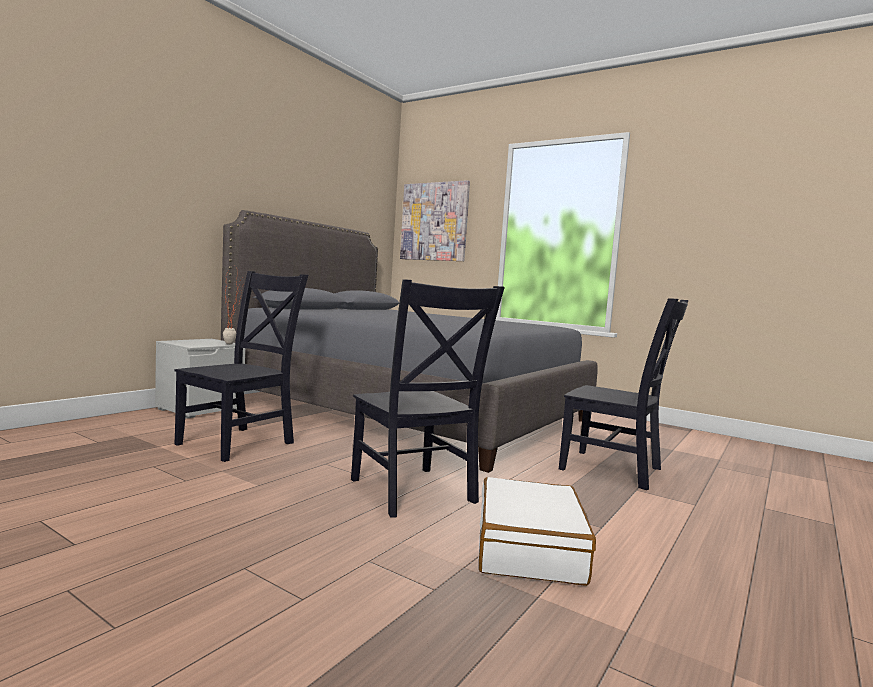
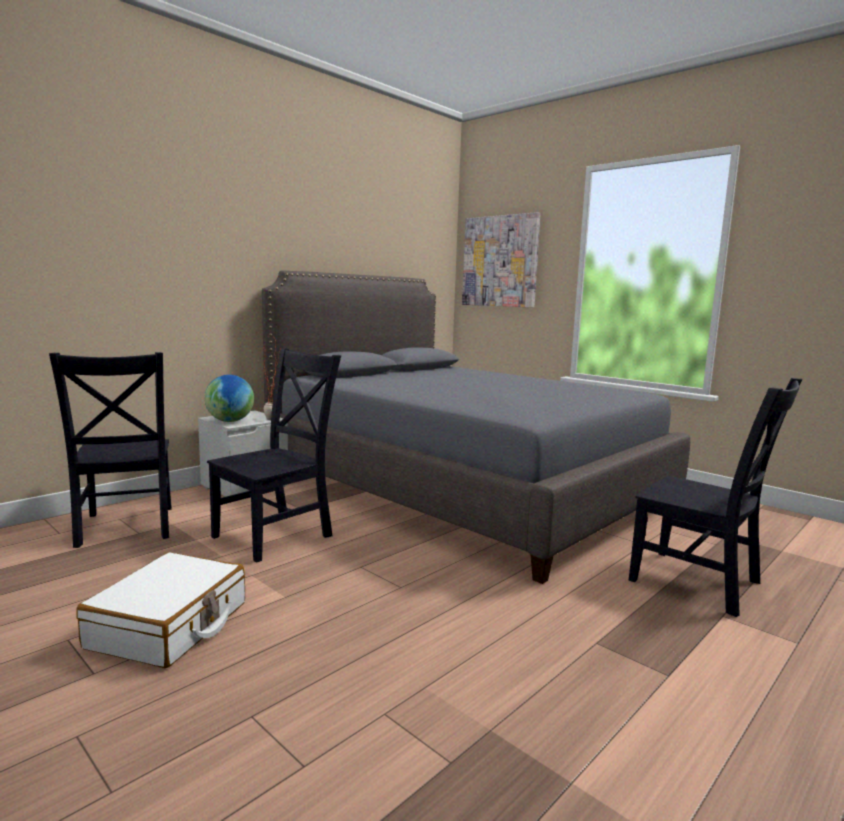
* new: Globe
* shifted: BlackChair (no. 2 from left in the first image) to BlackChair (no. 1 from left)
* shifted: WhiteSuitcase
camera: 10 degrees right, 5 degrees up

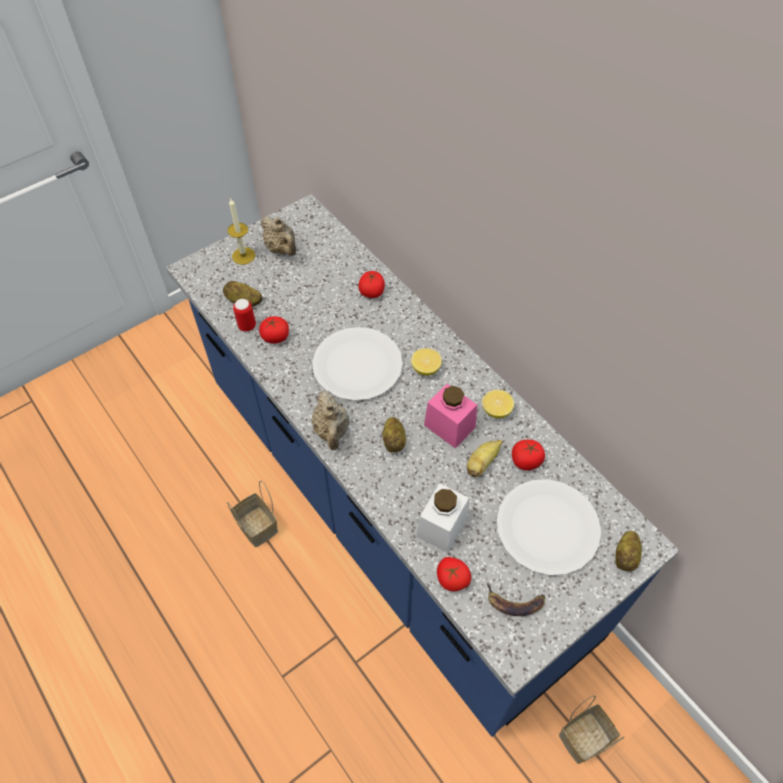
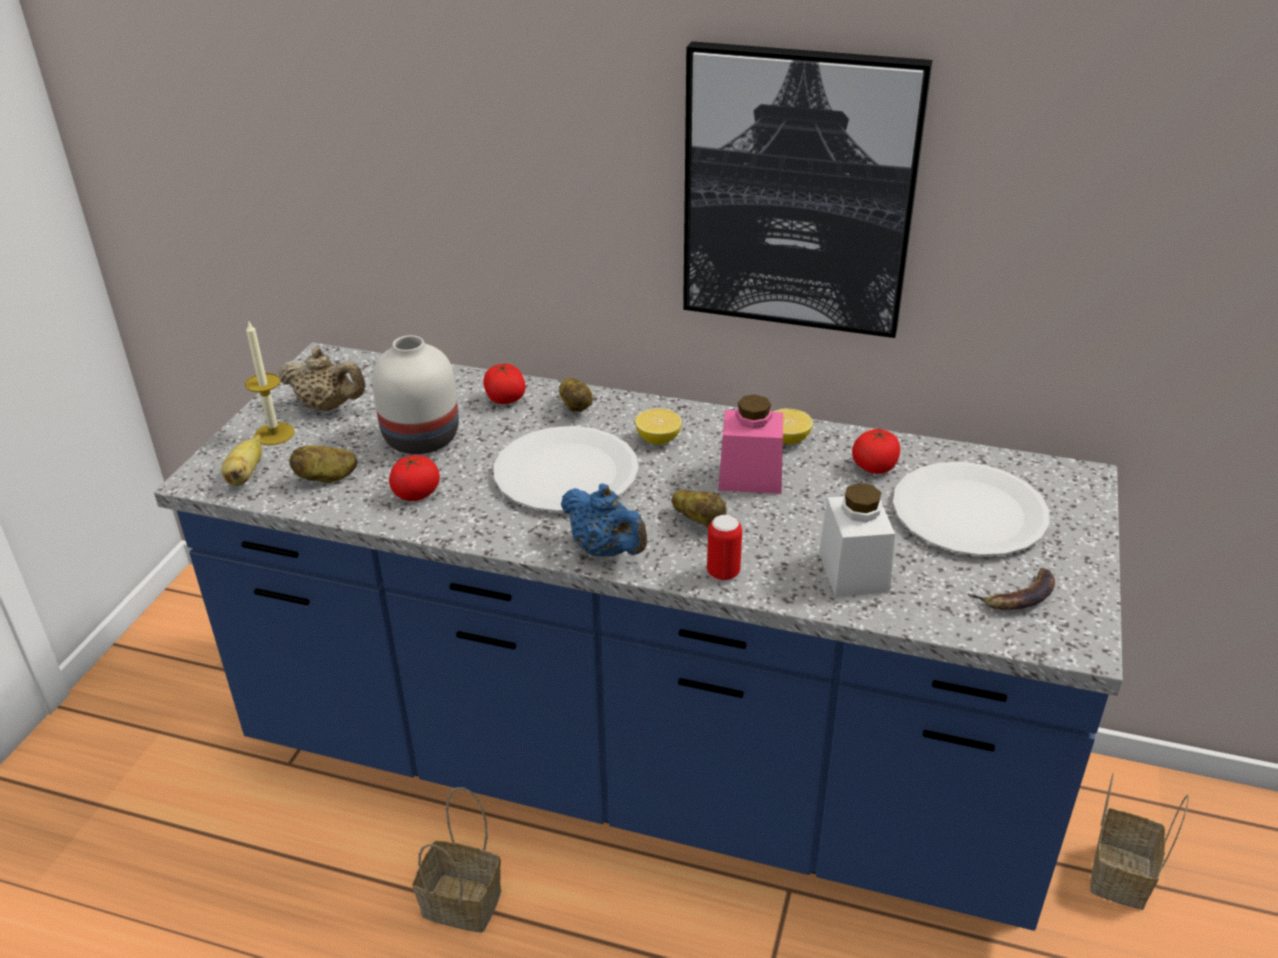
* gone: Tomato (no. 3 from left)
* new: WhiteVase
* new: Picture
* shifted: Can
* shifted: Banana (no. 1 from left)
* shifted: Potato (no. 3 from left in the first image) to Potato (no. 2 from left)
* repainted: BeigeTeapot (no. 2 from left) to BlueTeapot
camera: 35 degrees left, 20 degrees down

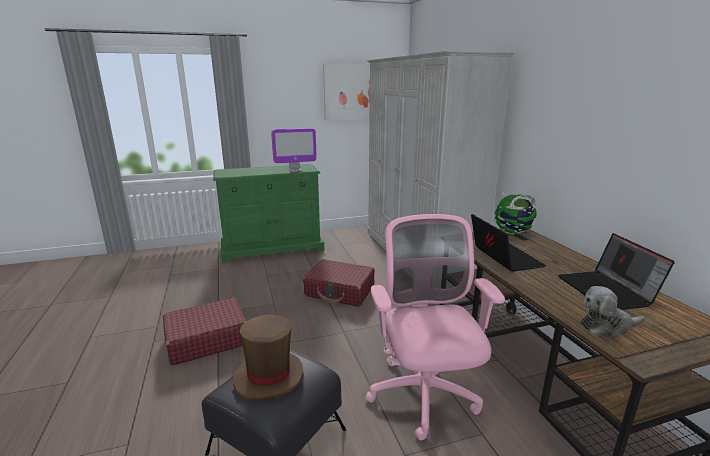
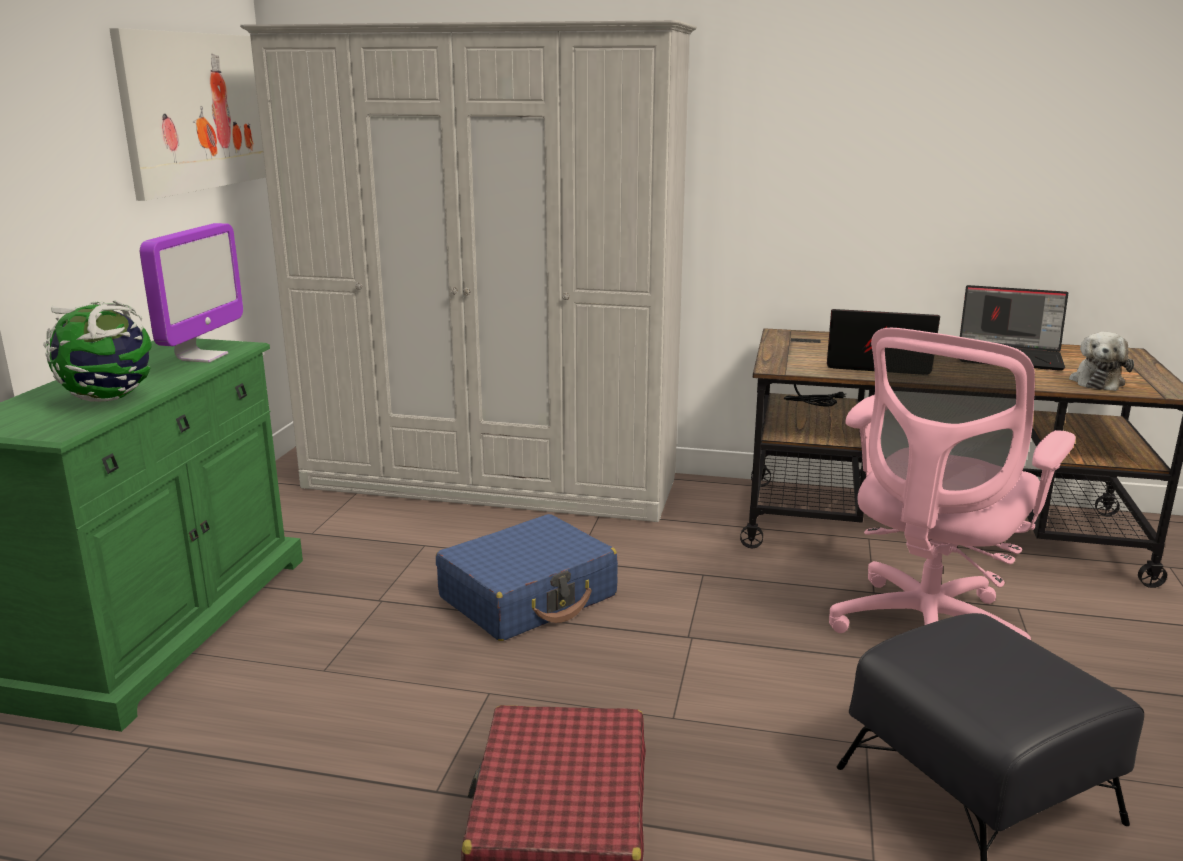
* gone: BrownHat
* shifted: Globe
* repainted: RedSuitcase (no. 2 from left) to BlueSuitcase
* rotated: PinkOfficeChair 75 degrees counterclockwise
camera: 60 degrees left, 0 degrees up

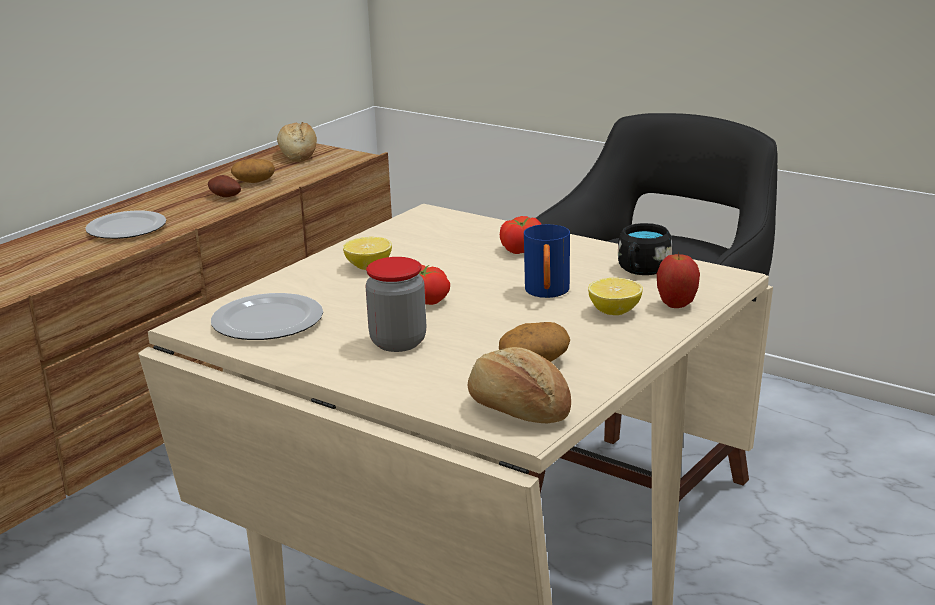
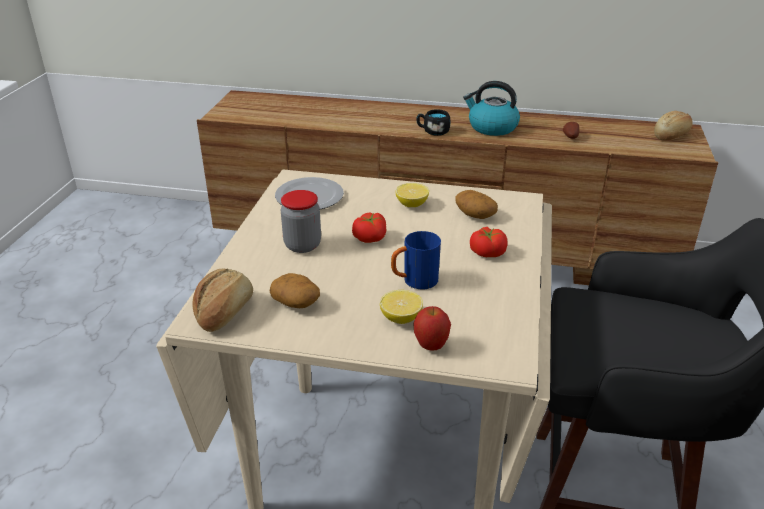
* shifted: Potato (no. 2 from left)
* shifted: BlackMug
* swapped: Plate (no. 1 from left) to Kettle
camera: 65 degrees right, 10 degrees up

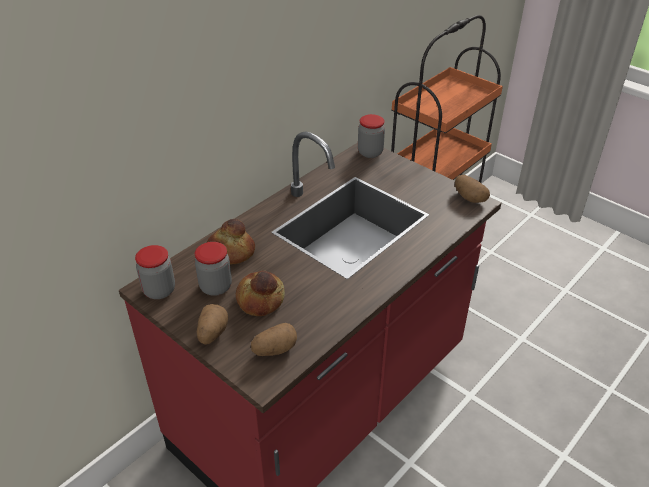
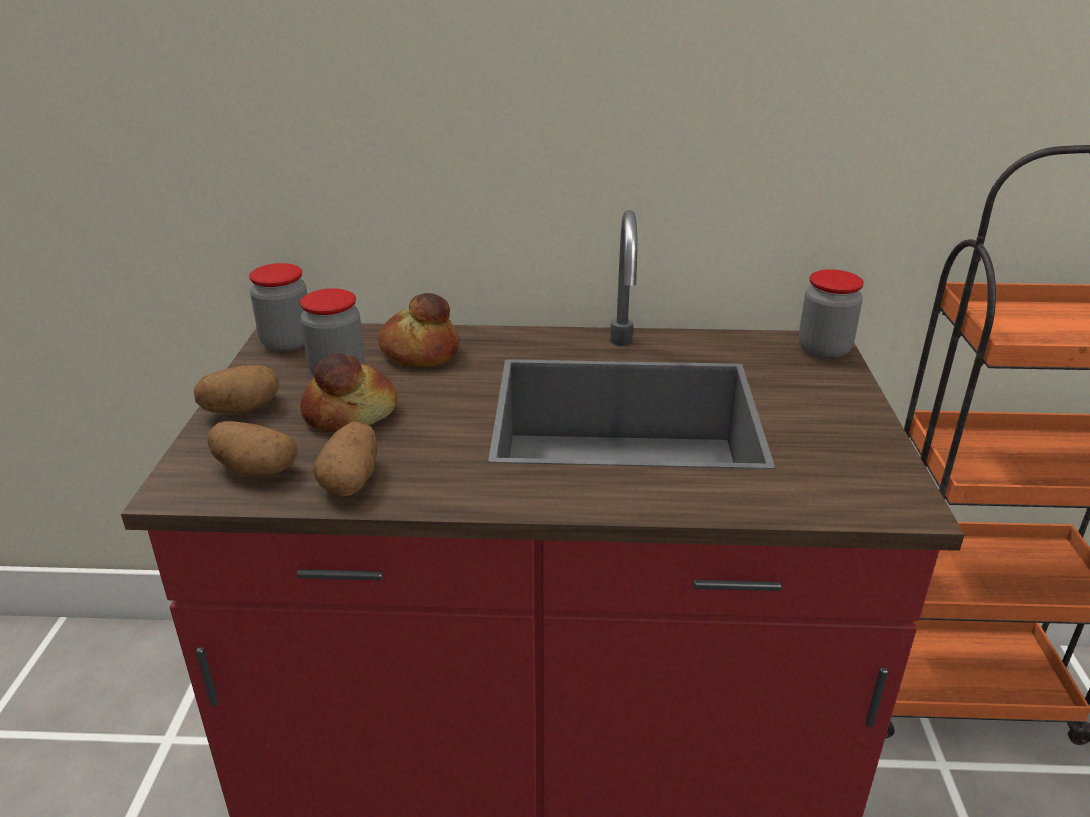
* shifted: Potato (no. 3 from left)
camera: 50 degrees right, 10 degrees down

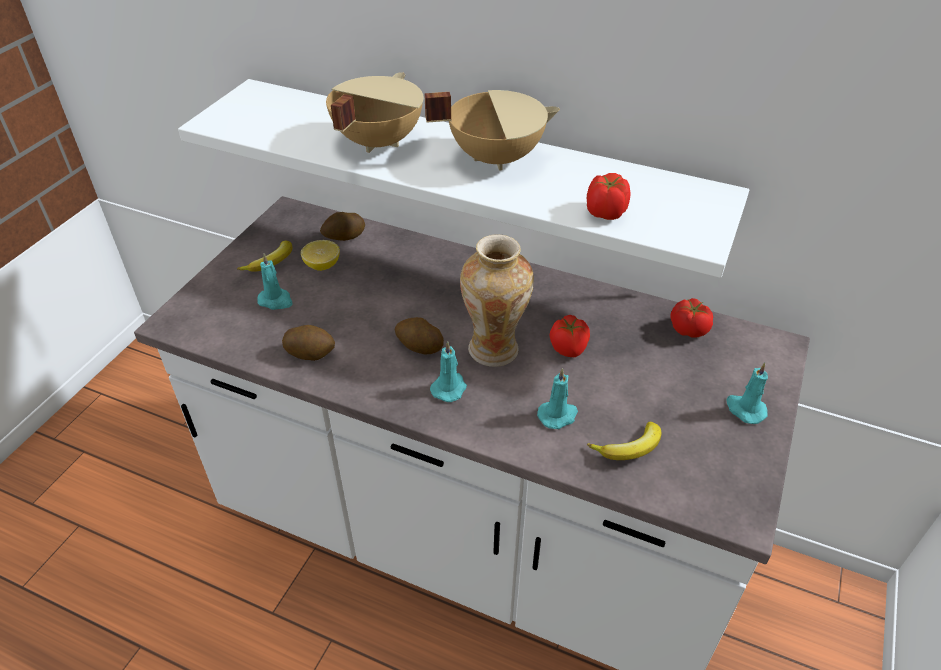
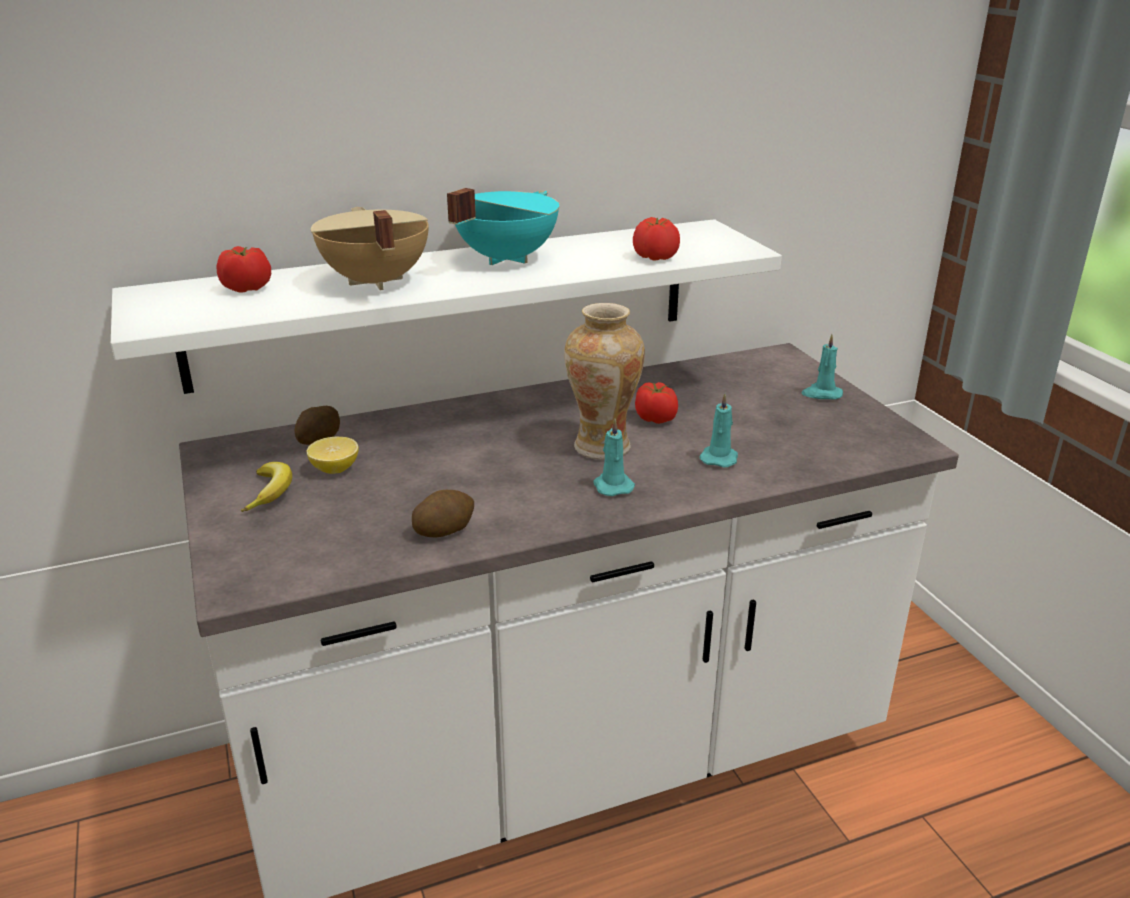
* gone: TurquoiseCandle (no. 1 from left)
* gone: Potato (no. 3 from left)
* gone: Banana (no. 2 from left)
* shifted: Tomato (no. 3 from left in the first image) to Tomato (no. 1 from left)
* repainted: BeigeCookingPot (no. 2 from left) to TurquoiseCookingPot
camera: 45 degrees left, 15 degrees down

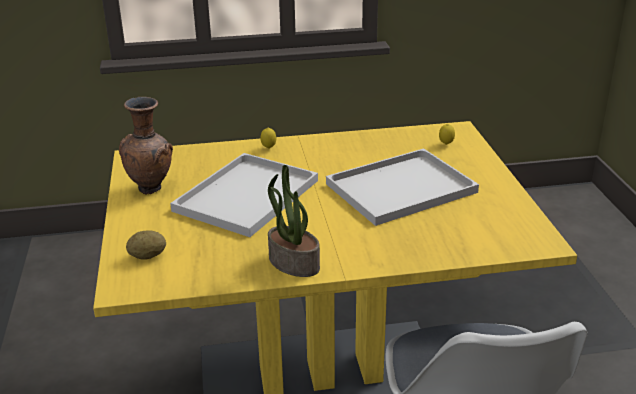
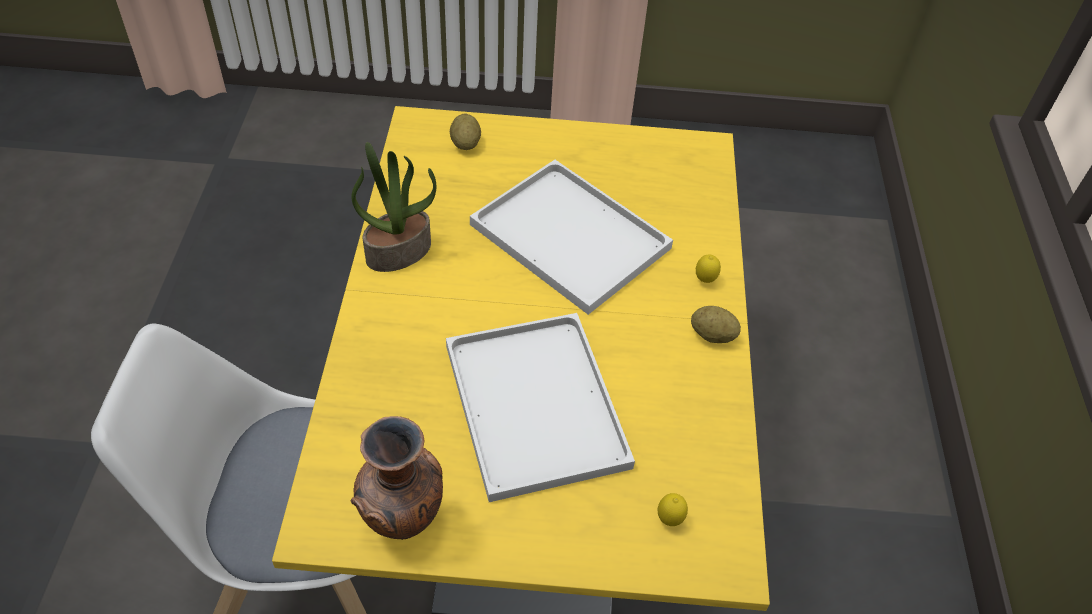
* new: Potato (no. 2 from left)
* shifted: BrownVase
camera: 100 degrees right, 20 degrees up

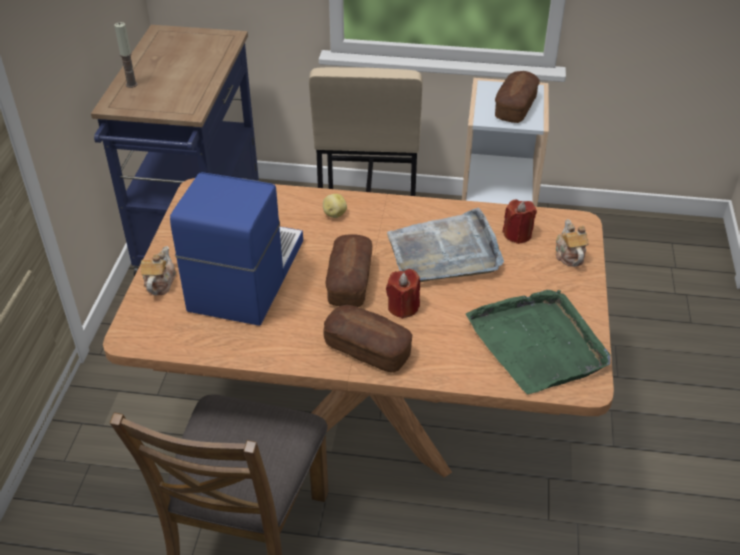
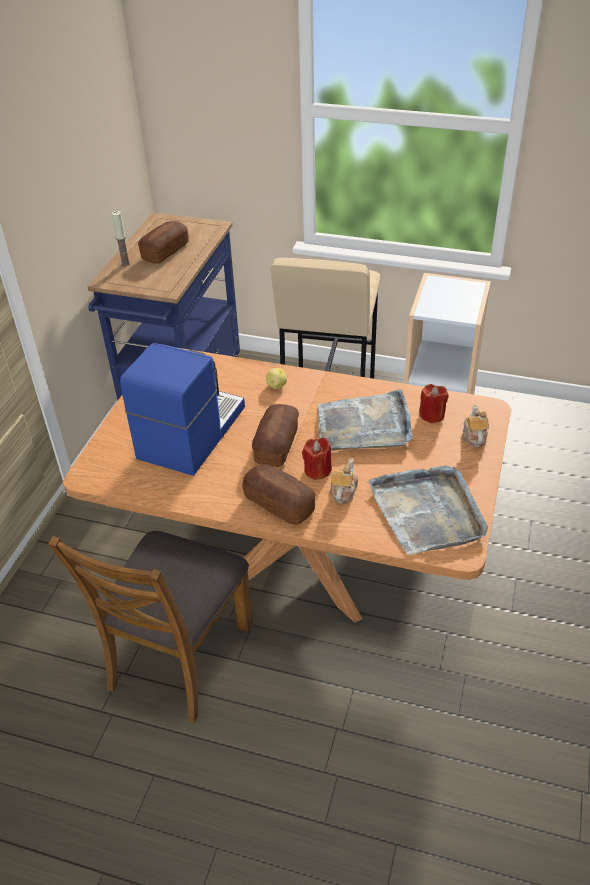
* shifted: Teapot (no. 1 from left)
* shifted: Bread (no. 3 from left in the first image) to Bread (no. 1 from left)
* repainted: GreenTray to GreyTray (no. 2 from left)
camera: 10 degrees right, 0 degrees up

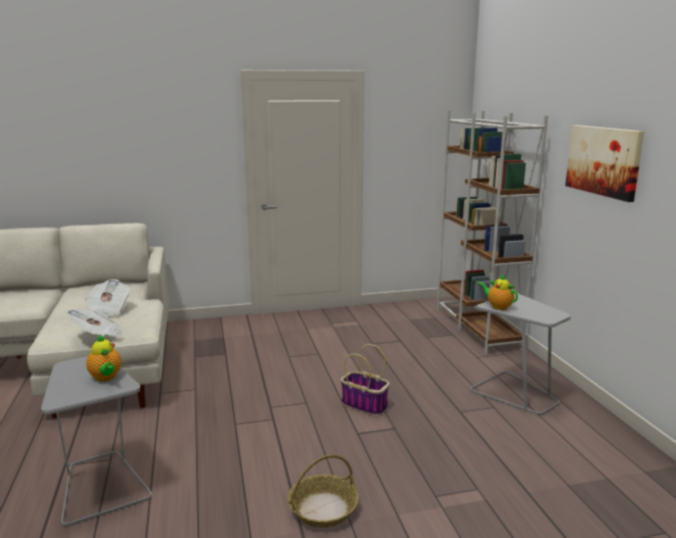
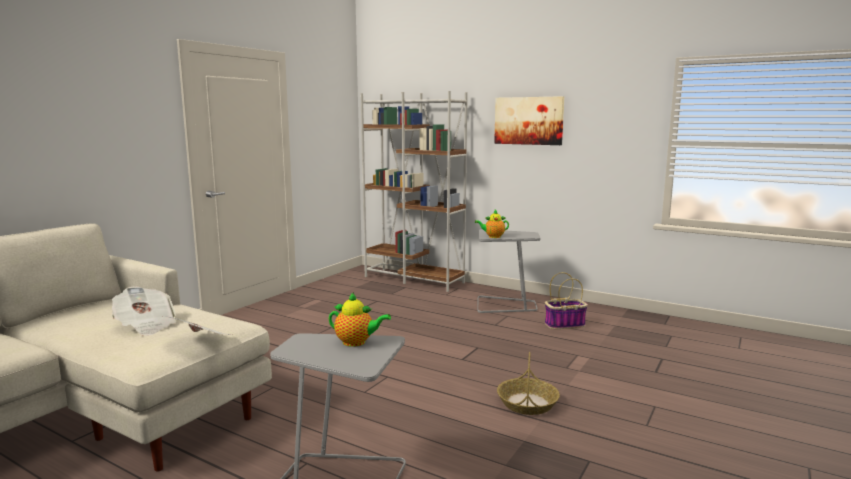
* shifted: Basket (no. 2 from left)
camera: 45 degrees left, 5 degrees down

